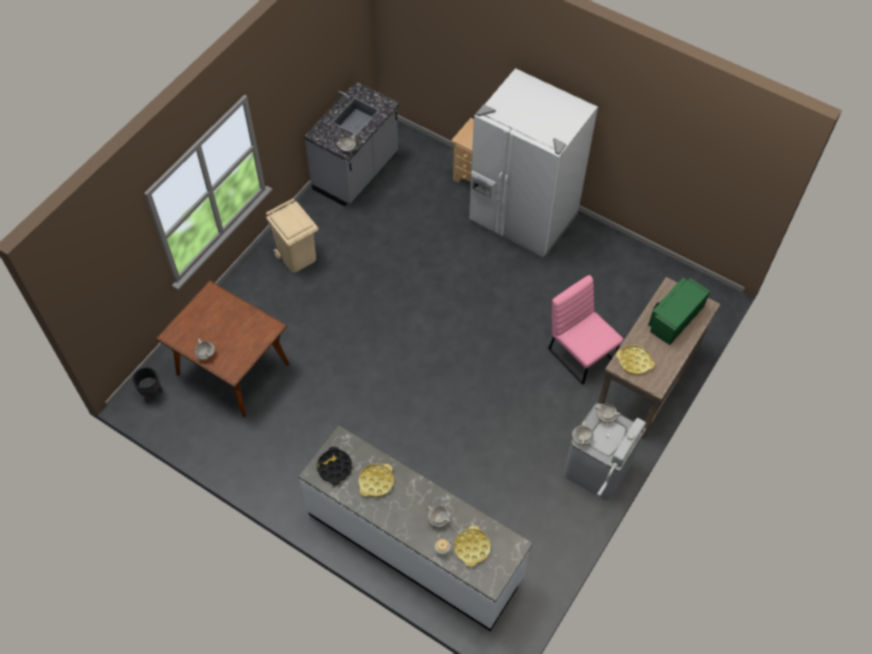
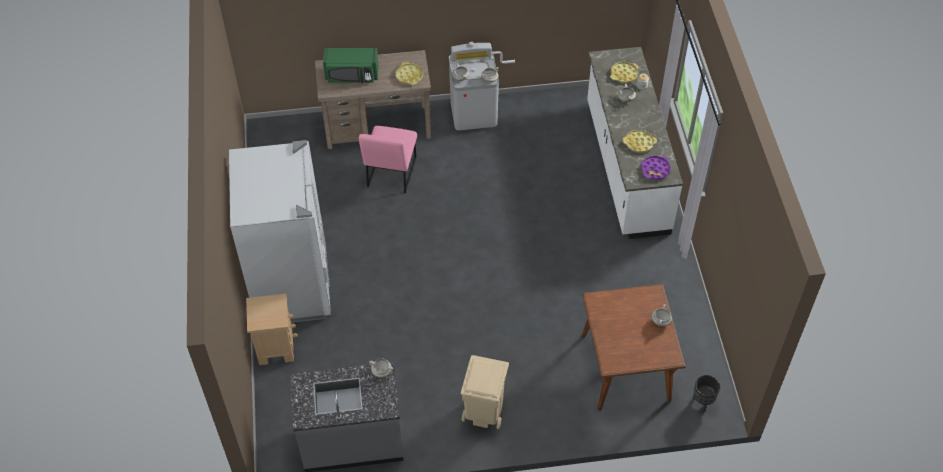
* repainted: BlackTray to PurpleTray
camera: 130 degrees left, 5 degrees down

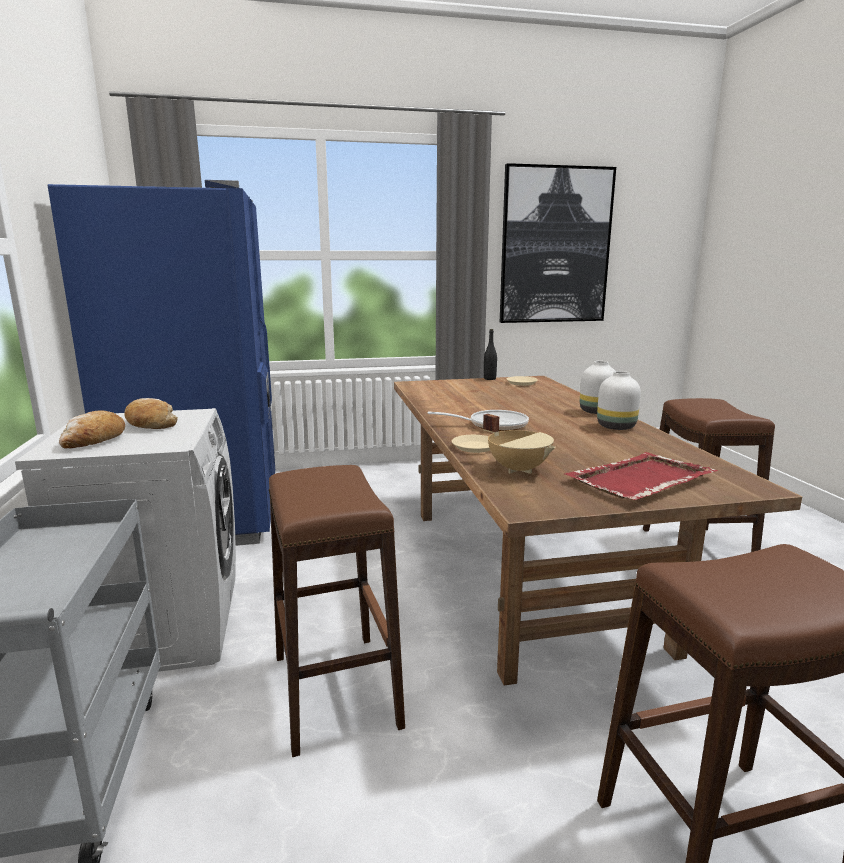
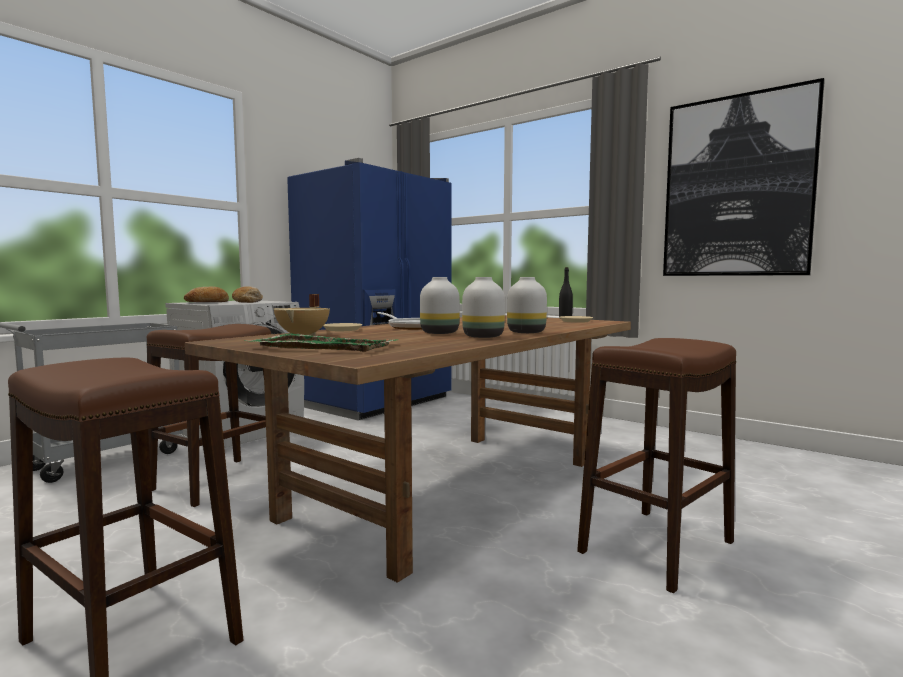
* new: WhiteVase (no. 1 from left)
* repainted: RedTray to GreenTray
camera: 50 degrees right, 10 degrees down

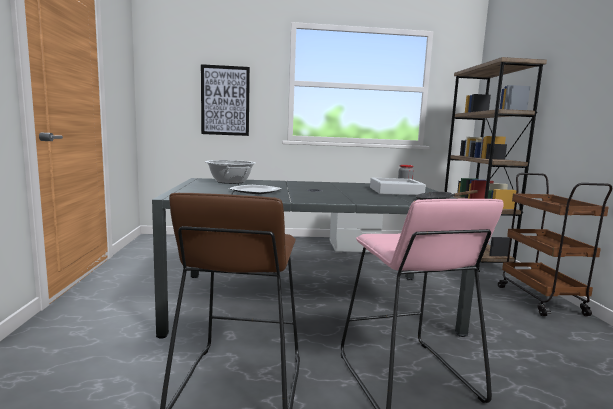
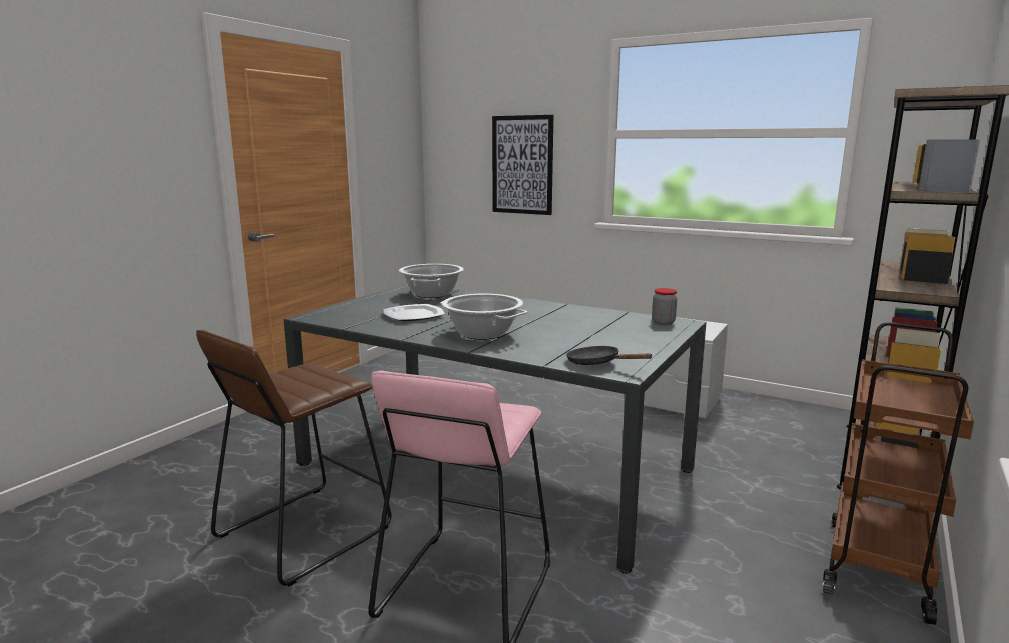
* gone: GreyTray
* new: CookingPot (no. 2 from left)
camera: 35 degrees right, 5 degrees up

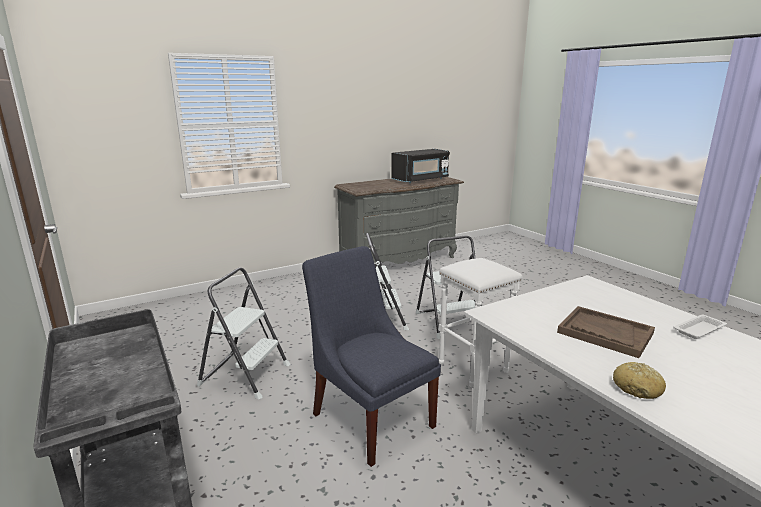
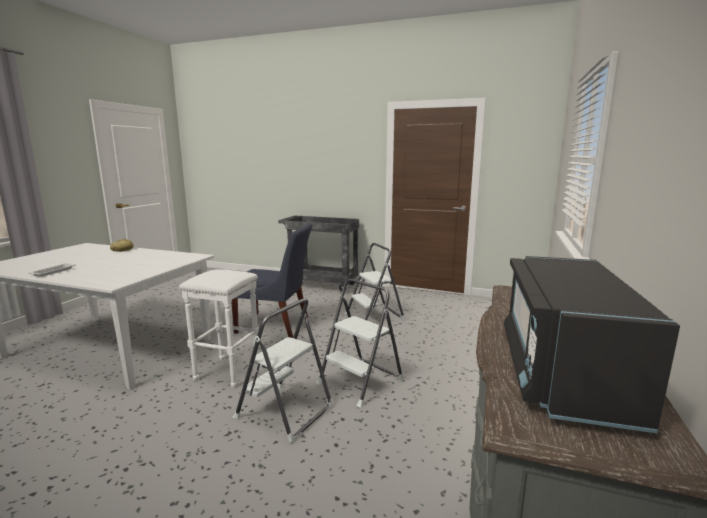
* gone: BrownTray
camera: 140 degrees right, 5 degrees down

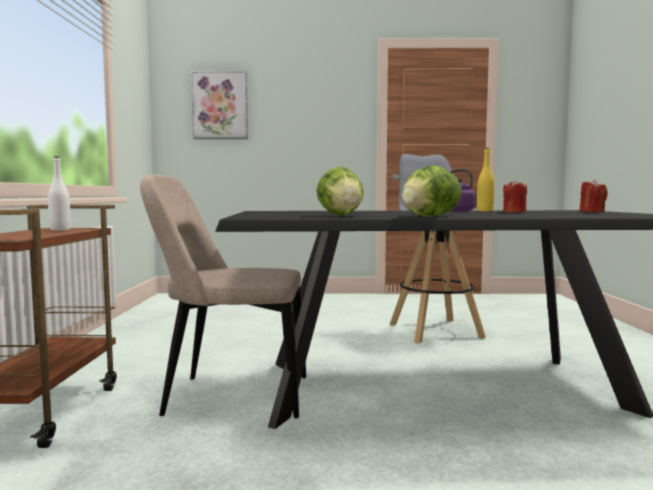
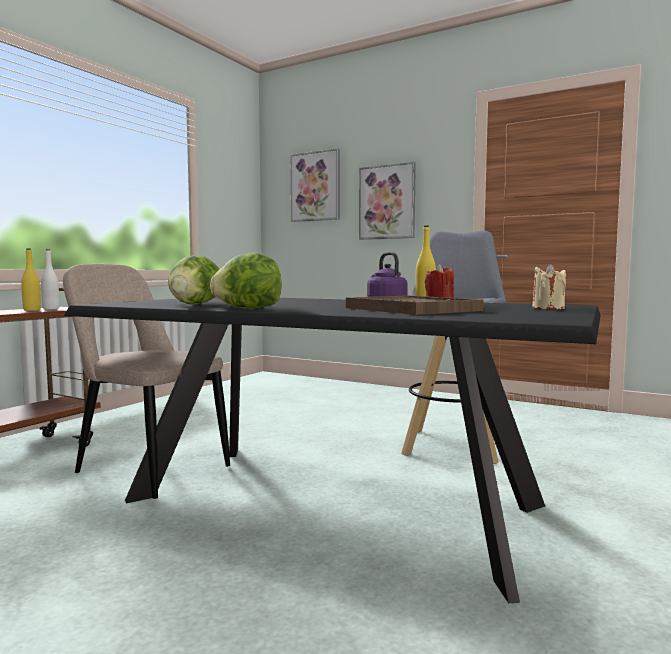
* new: YellowBottle (no. 1 from left)
* new: BrownTray
* new: Picture (no. 2 from left)
* repainted: RedCandle (no. 2 from left) to BeigeCandle
camera: 30 degrees right, 0 degrees up

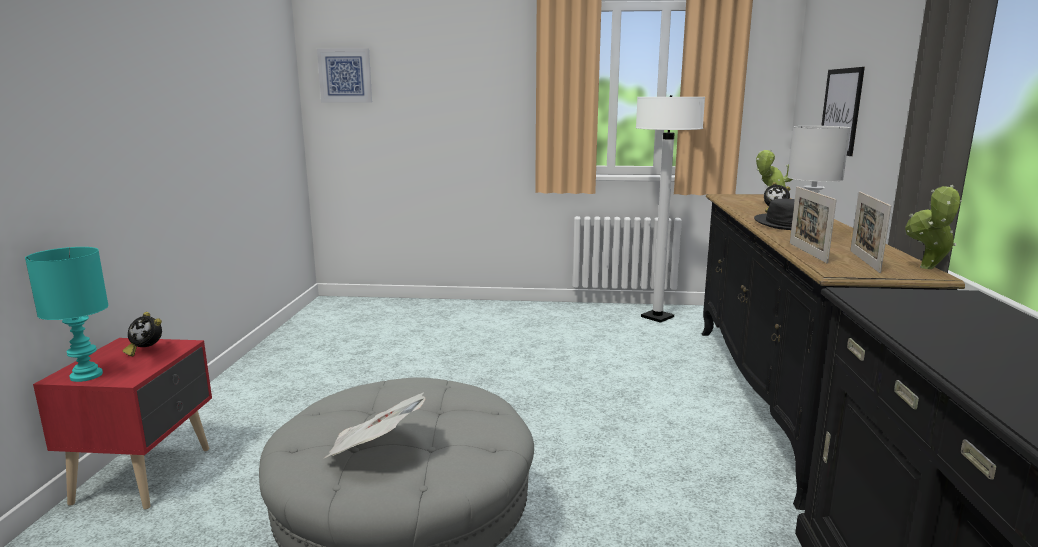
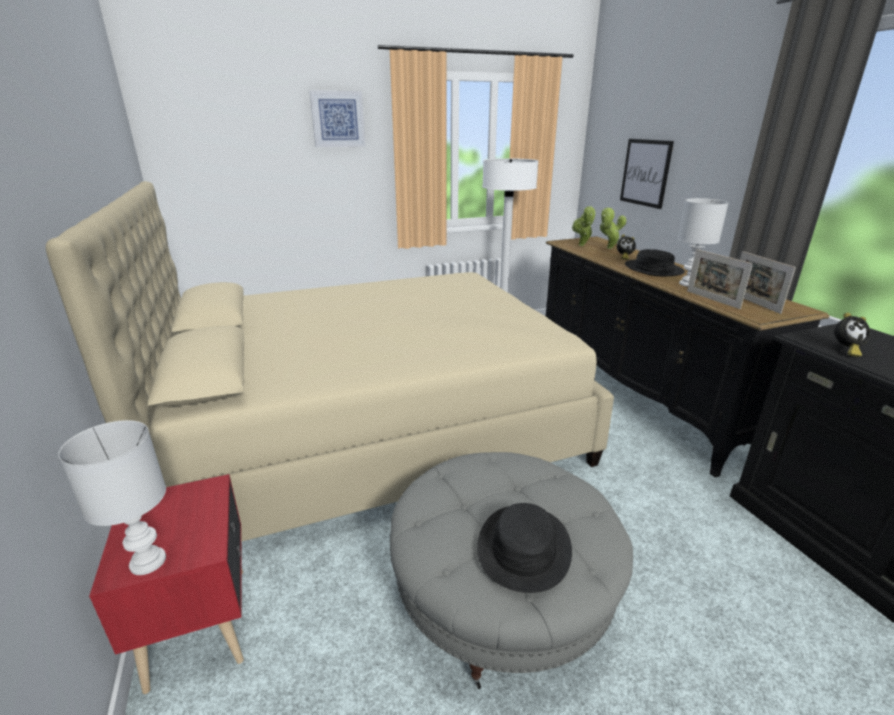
* new: BeigeBed
* shifted: AlarmClock (no. 1 from left in the first image) to AlarmClock (no. 2 from left)
* shifted: Picture (no. 1 from left)
* shifted: PottedPlant (no. 2 from left in the first image) to PottedPlant (no. 1 from left)
* swapped: Newspaper to BlackHat (no. 1 from left)
* repainted: TurquoiseTableLamp to WhiteTableLamp (no. 1 from left)
camera: 25 degrees left, 10 degrees up

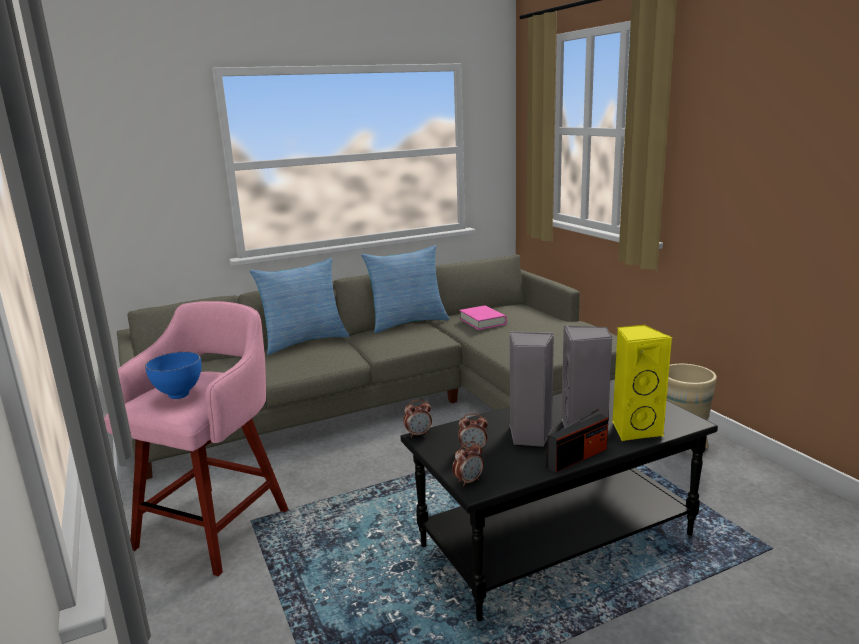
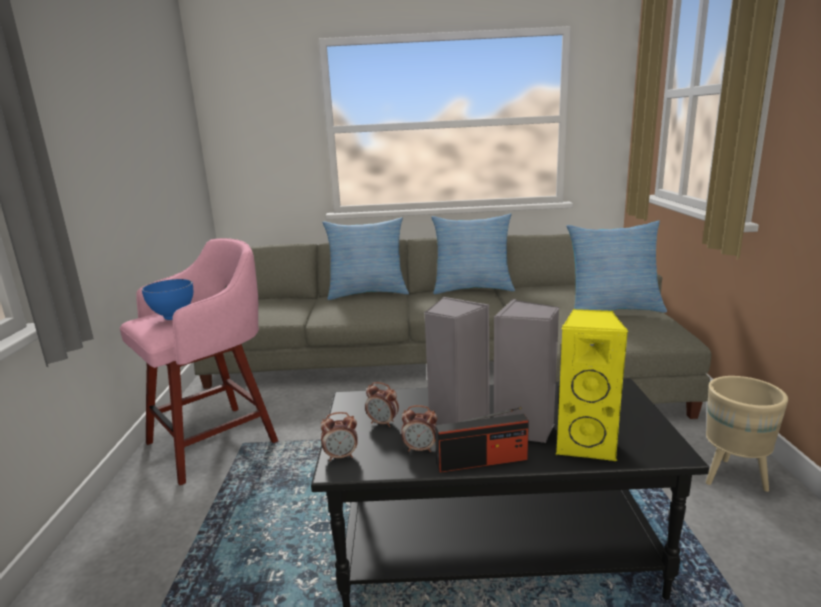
* gone: PinkBook
* new: Pillow (no. 3 from left)
* shifted: AlarmClock (no. 1 from left in the first image) to AlarmClock (no. 3 from left)
camera: 25 degrees right, 0 degrees up

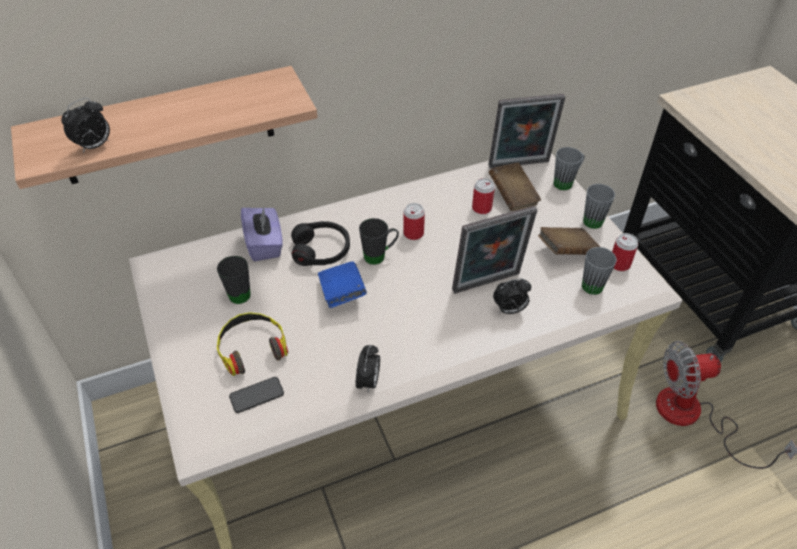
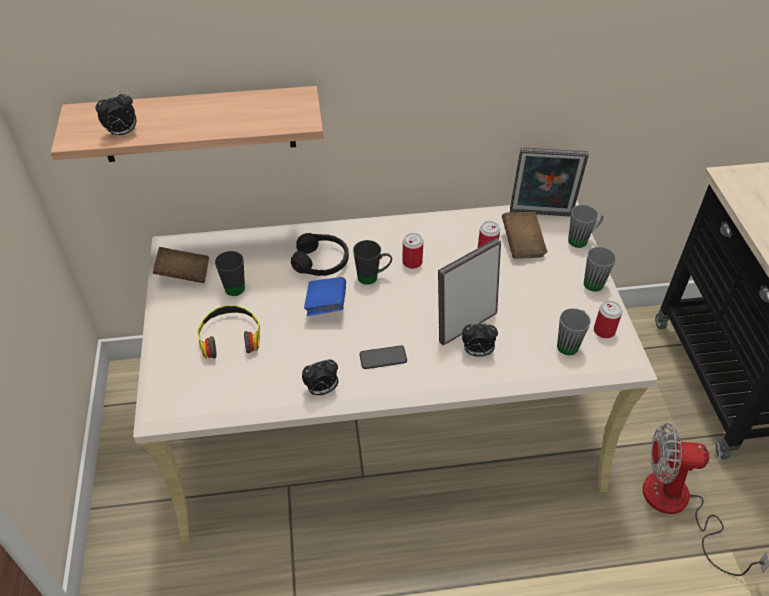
* gone: PurpleTissueBox
* shifted: Phone
* shifted: BrownBook (no. 2 from left in the first image) to BrownBook (no. 1 from left)
* rotated: AlarmClock (no. 2 from left) 45 degrees clockwise
* rotated: PictureFrame (no. 1 from left) 150 degrees clockwise
camera: 15 degrees right, 0 degrees up

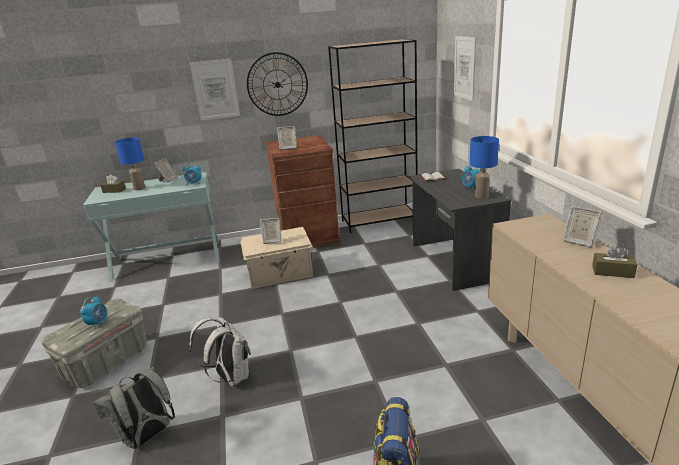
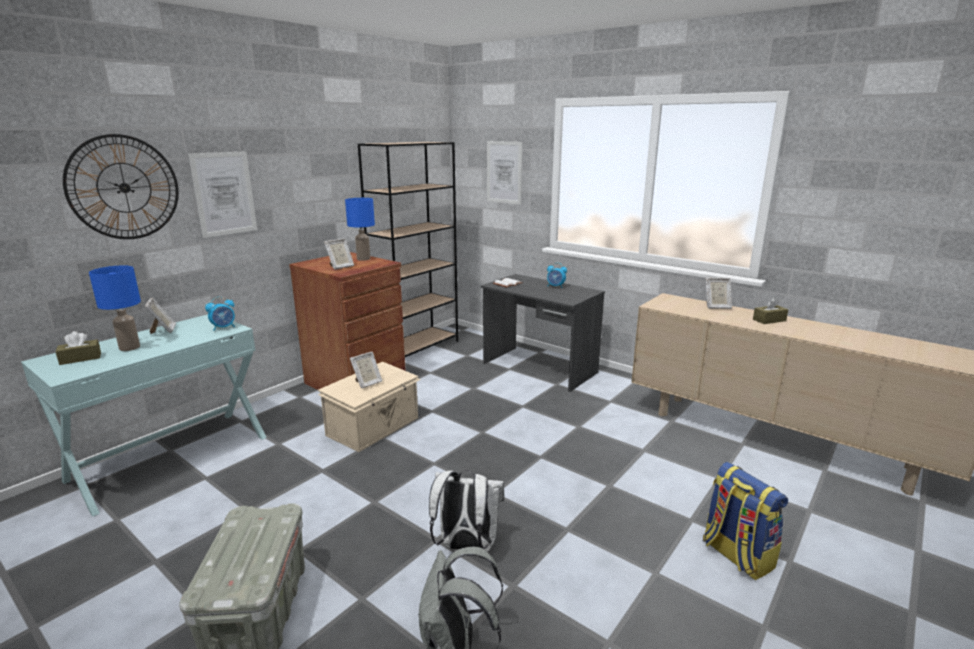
* gone: AlarmClock (no. 1 from left)
* shifted: WallClock
* shifted: BlueTableLamp (no. 2 from left)
camera: 40 degrees left, 5 degrees down

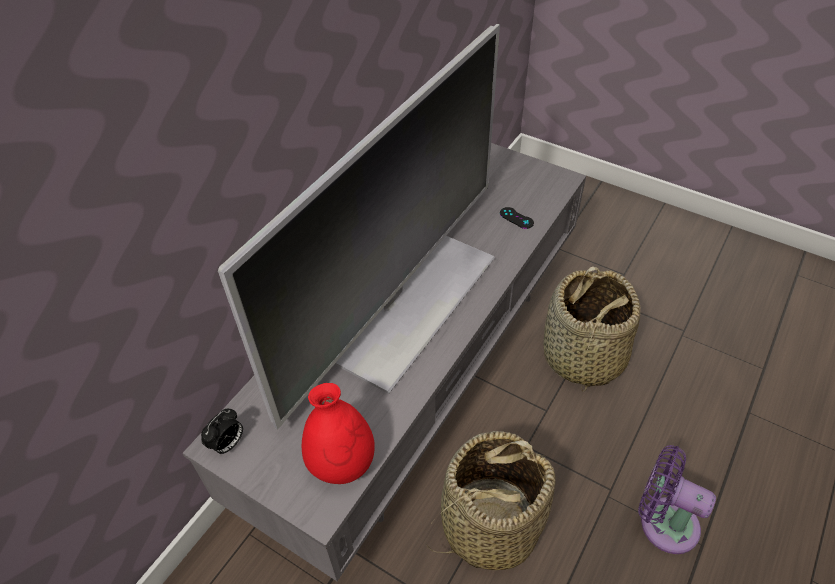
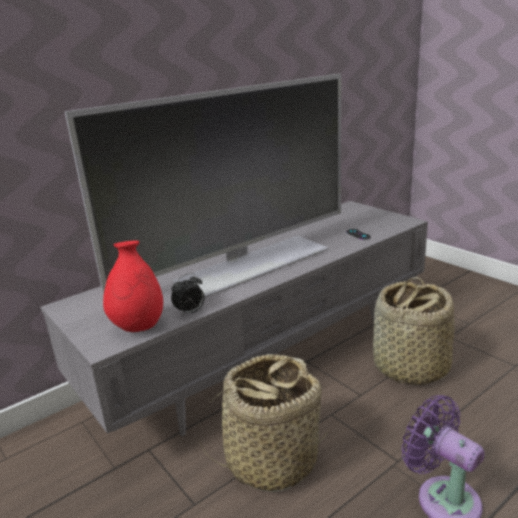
* shifted: AlarmClock
camera: 20 degrees right, 25 degrees down

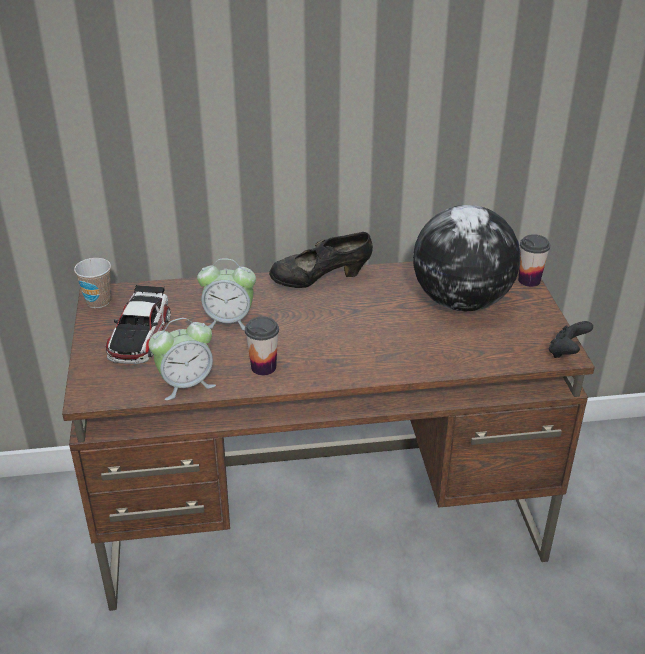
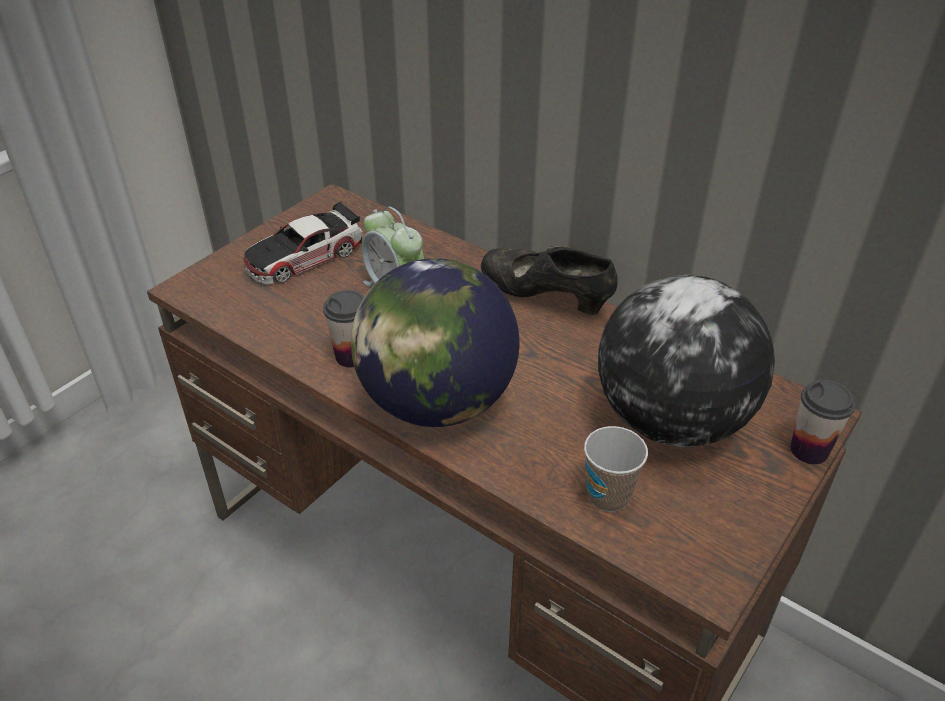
* gone: AlarmClock (no. 1 from left)
* gone: BlackGameController
* new: Globe (no. 1 from left)
* shifted: Cup (no. 1 from left in the first image) to Cup (no. 2 from left)
camera: 45 degrees right, 5 degrees up

